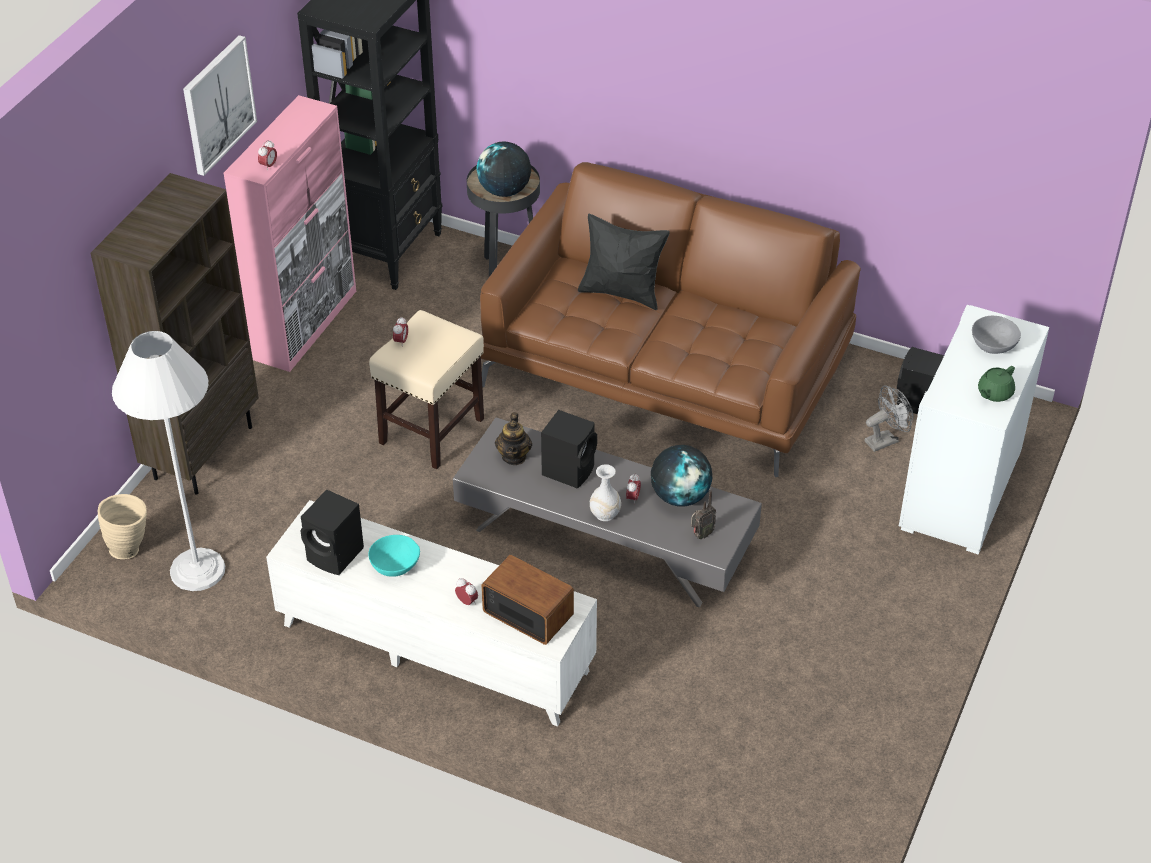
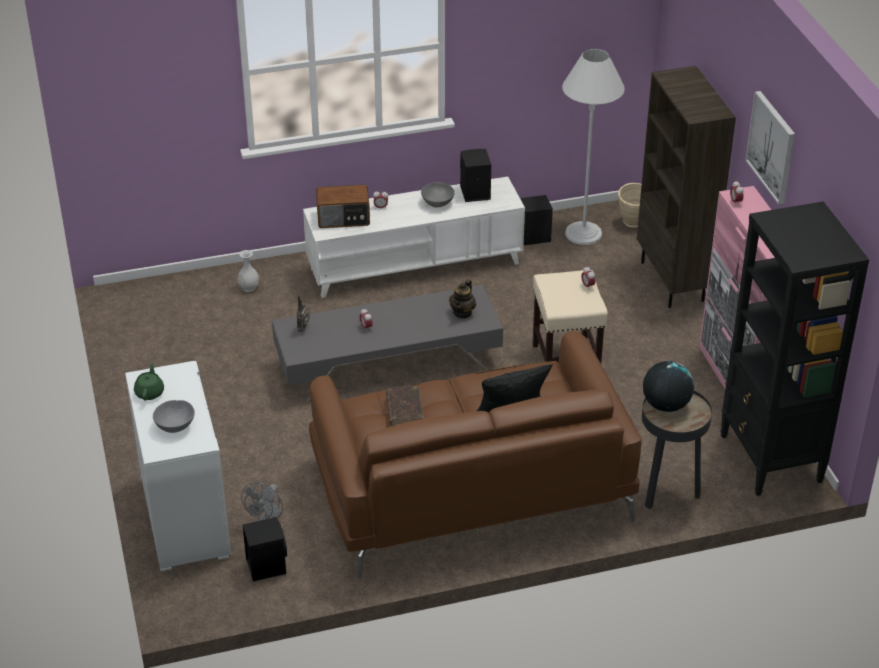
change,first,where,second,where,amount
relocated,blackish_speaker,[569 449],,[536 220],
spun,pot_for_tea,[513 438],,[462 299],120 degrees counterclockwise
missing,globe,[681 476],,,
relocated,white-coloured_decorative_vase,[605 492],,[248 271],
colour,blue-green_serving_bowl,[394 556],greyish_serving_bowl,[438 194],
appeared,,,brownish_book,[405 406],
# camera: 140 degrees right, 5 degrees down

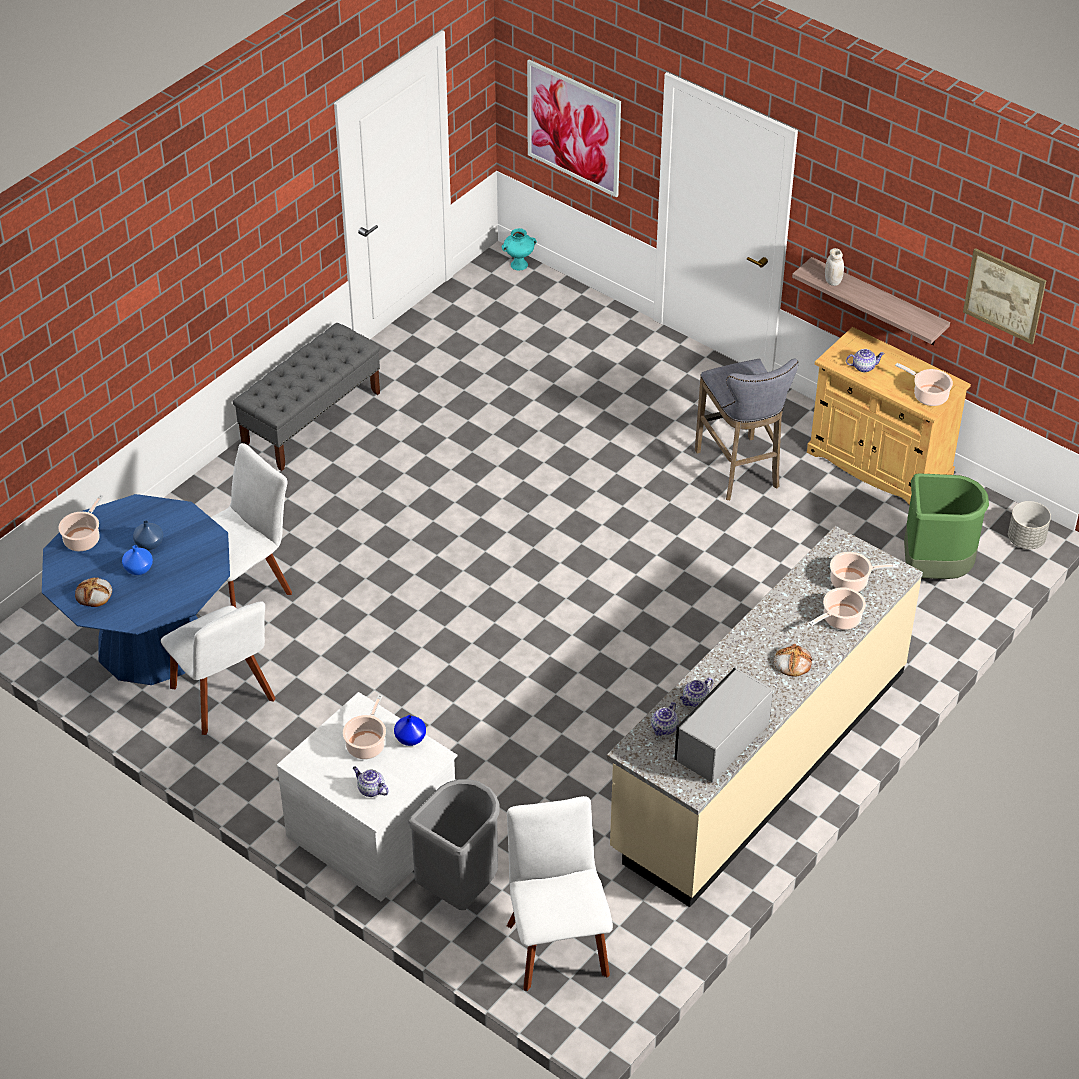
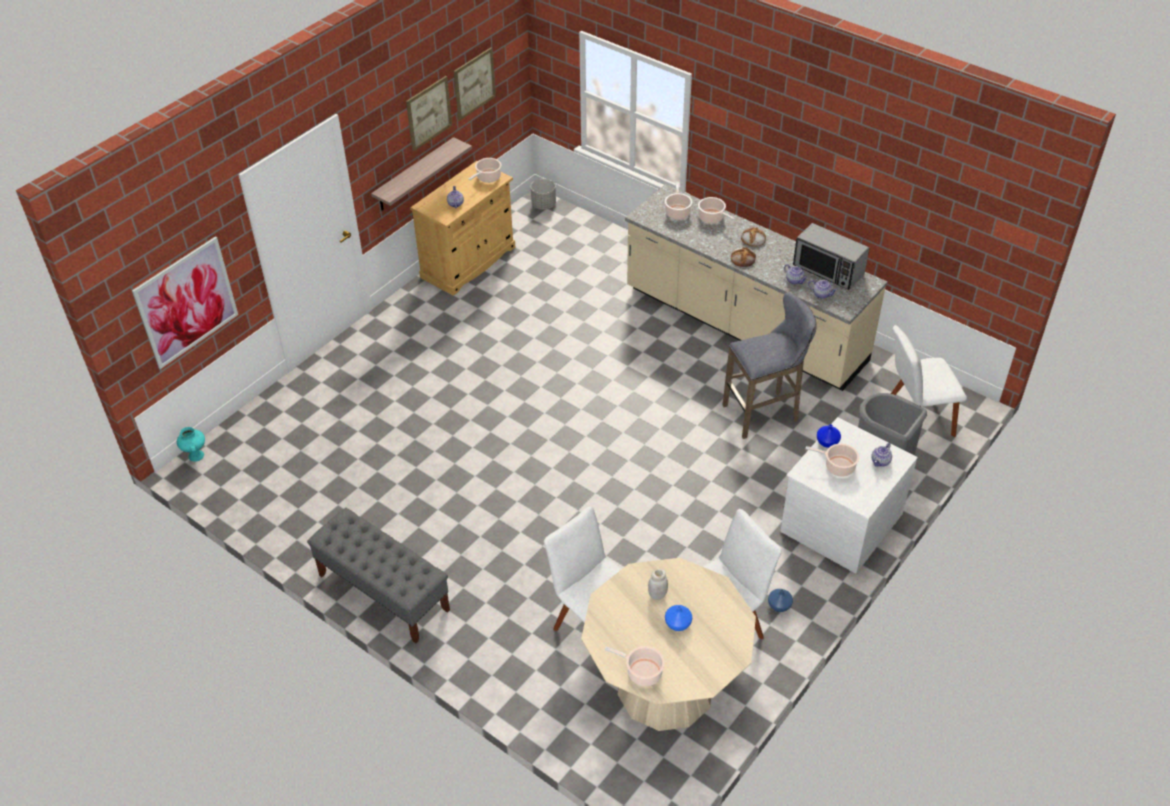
change,first,where,second,where,amount
relocated,white-coloured_jar,[834 267],,[658 584],
relocated,greyish_stool,[746 429],,[769 365],
missing,green-coloured_trash_can,[946 526],,,
colour,bluish_kitchen_table,[136 589],beige-coloured_kitchen_table,[668 644],
relocated,bluish_decorative_vase,[148 535],,[780 600],
relocated,baked_bread,[93 592],,[743 257],
appeared,,,wall_art,[429 113],
# camera: 90 degrees left, 0 degrees up

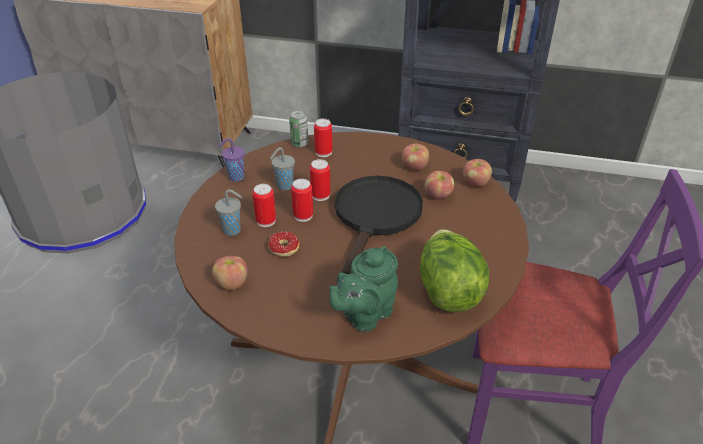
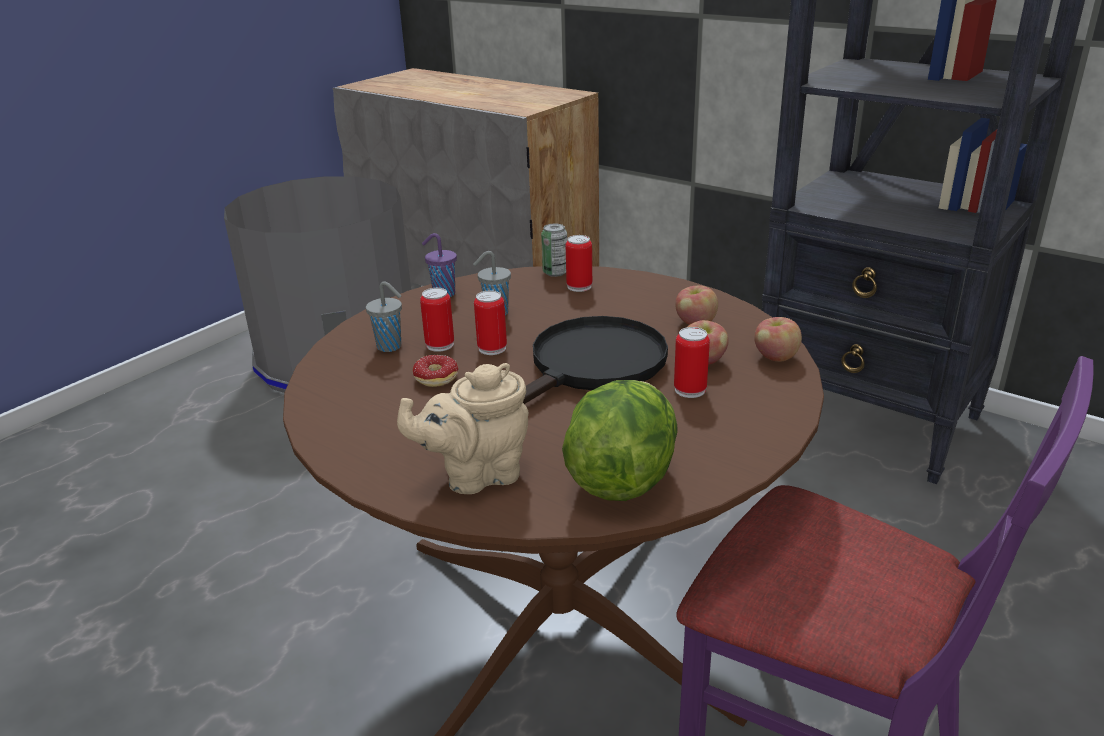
change,first,where,second,where,amount
relocated,metal_can,[320 180],,[692 362],
colour,green-coloured_pot_for_tea,[363 289],beige-coloured_pot_for_tea,[463 428],
missing,whole_apple,[230 273],,,
# camera: 25 degrees right, 10 degrees down

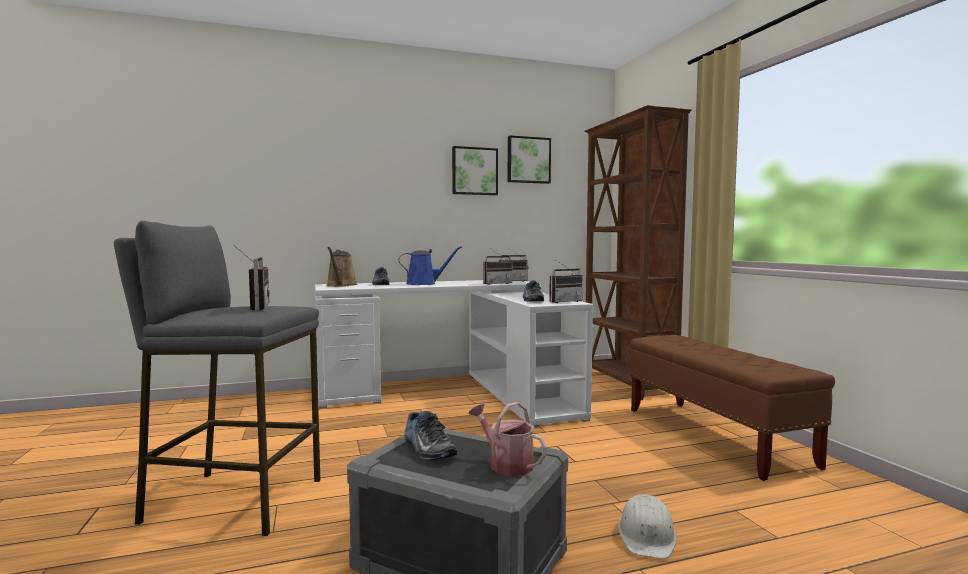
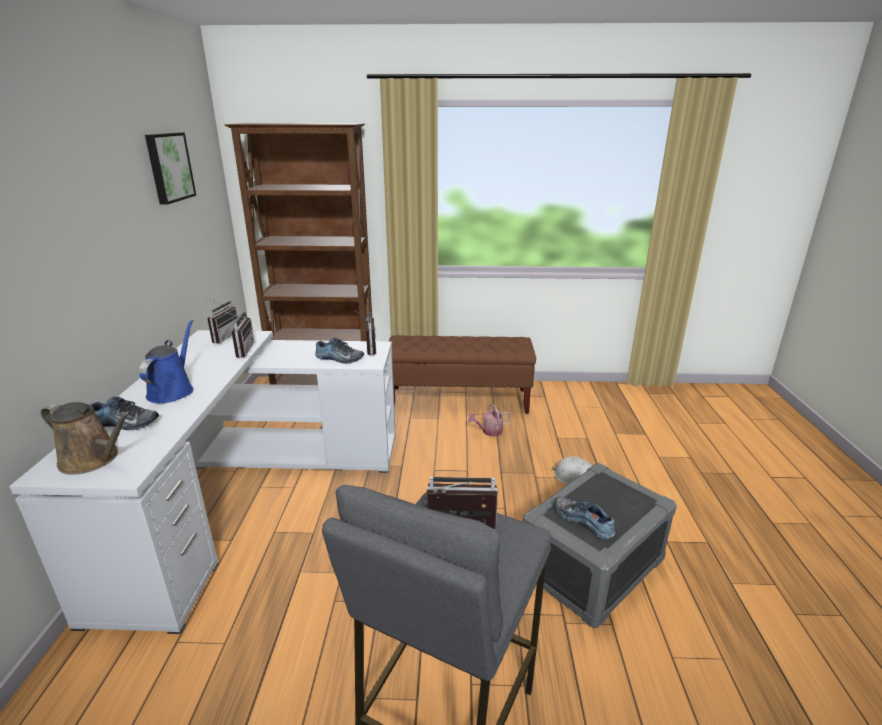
change,first,where,second,where,amount
missing,wall_art,[475 170],,,
relocated,watering_pot,[508 439],,[489 420],
spun,low_shoe,[430 436],,[584 518],120 degrees counterclockwise
# camera: 70 degrees left, 20 degrees up

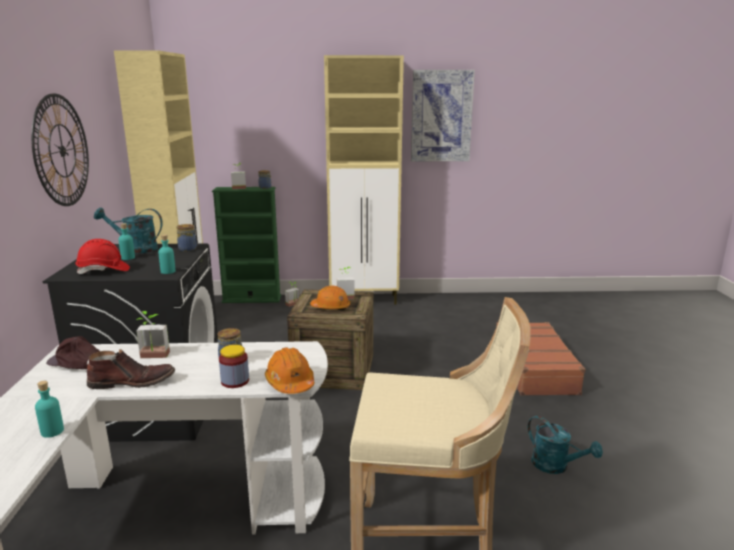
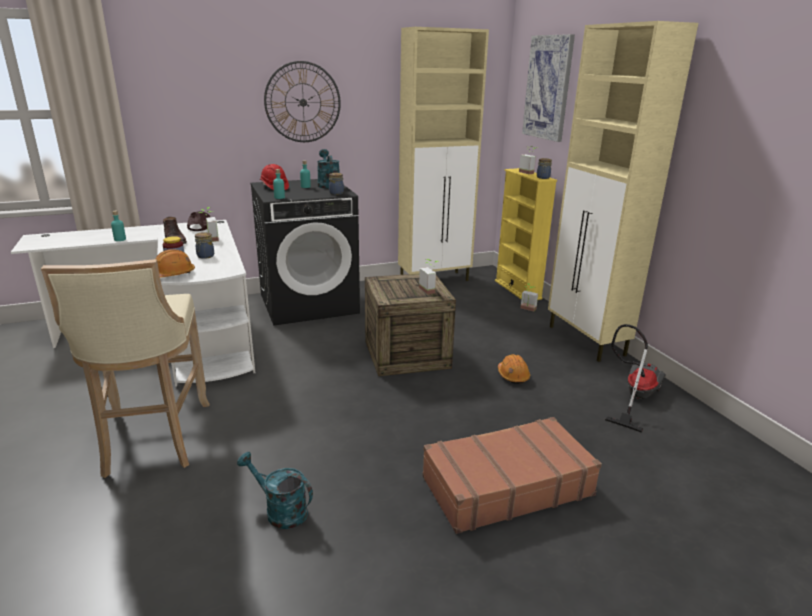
change,first,where,second,where,amount
relocated,wall_art,[443 115],,[548 88],
colour,green-coloured_bookcase,[246 245],yellow-coloured_bookcase,[526 234],
relocated,orangey_hard_hat,[330 298],,[514 369],
spun,blue-green_watering_pot,[565 444],,[275 490],90 degrees clockwise
appeared,,,vacuum,[635 378],
# camera: 70 degrees right, 5 degrees up

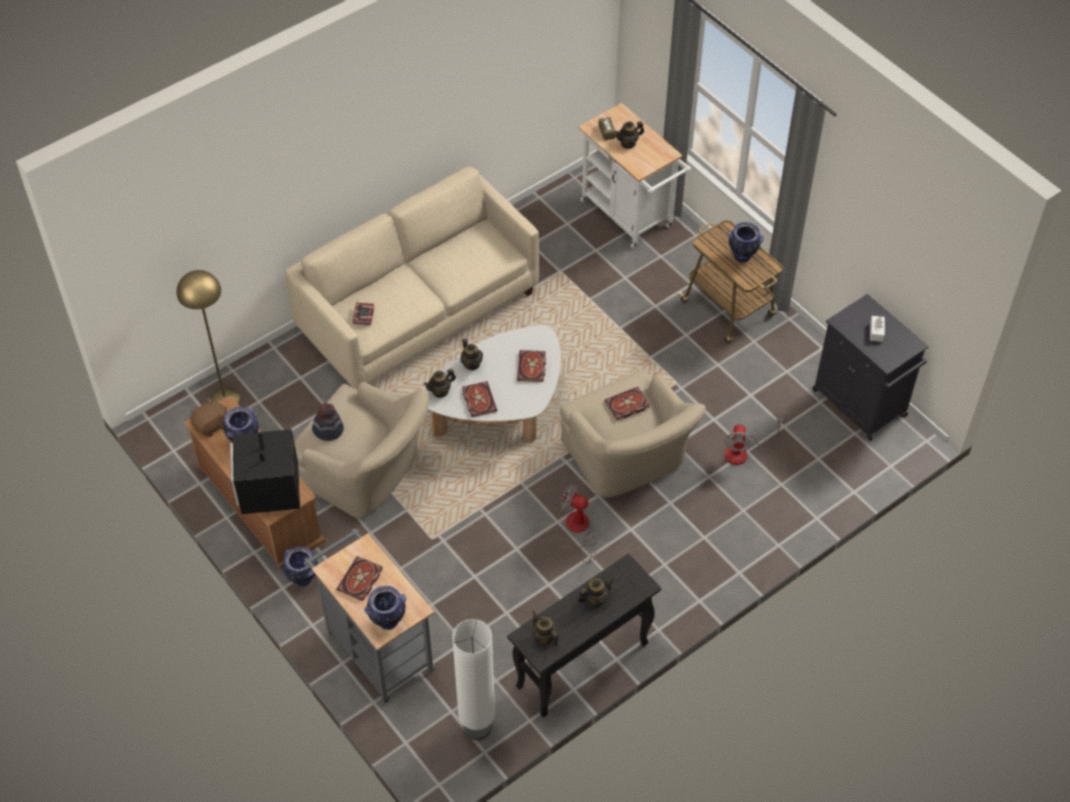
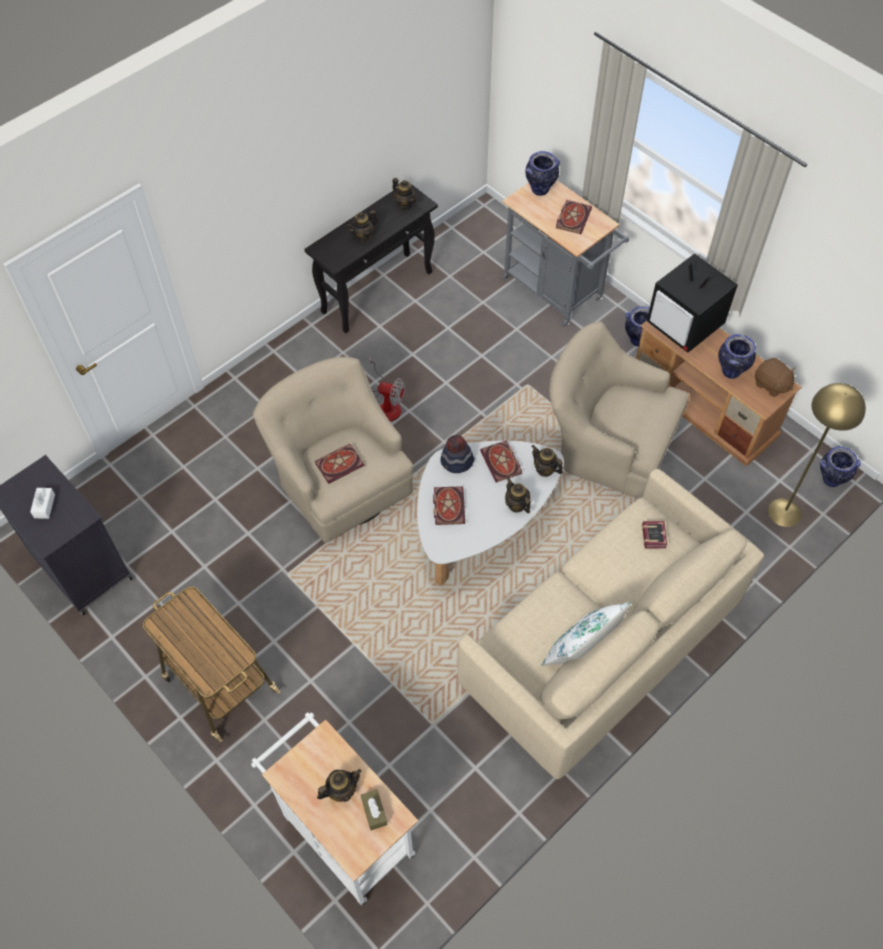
change,first,where,second,where,amount
relocated,decorative_vase,[746 242],,[840 466],
spun,pot_for_tea,[440 383],,[547 461],105 degrees counterclockwise
spun,brownish_soft_toy,[208 417],,[775 377],90 degrees counterclockwise
relocated,clothing_hat,[328 422],,[457 454],
missing,fan,[753 441],,,
spun,television,[265 471],,[692 303],150 degrees clockwise
missing,white-coloured_standard_lamp,[473 679],,,
appeared,,,white-coloured_pillow,[586 634],
# camera: 175 degrees right, 5 degrees up

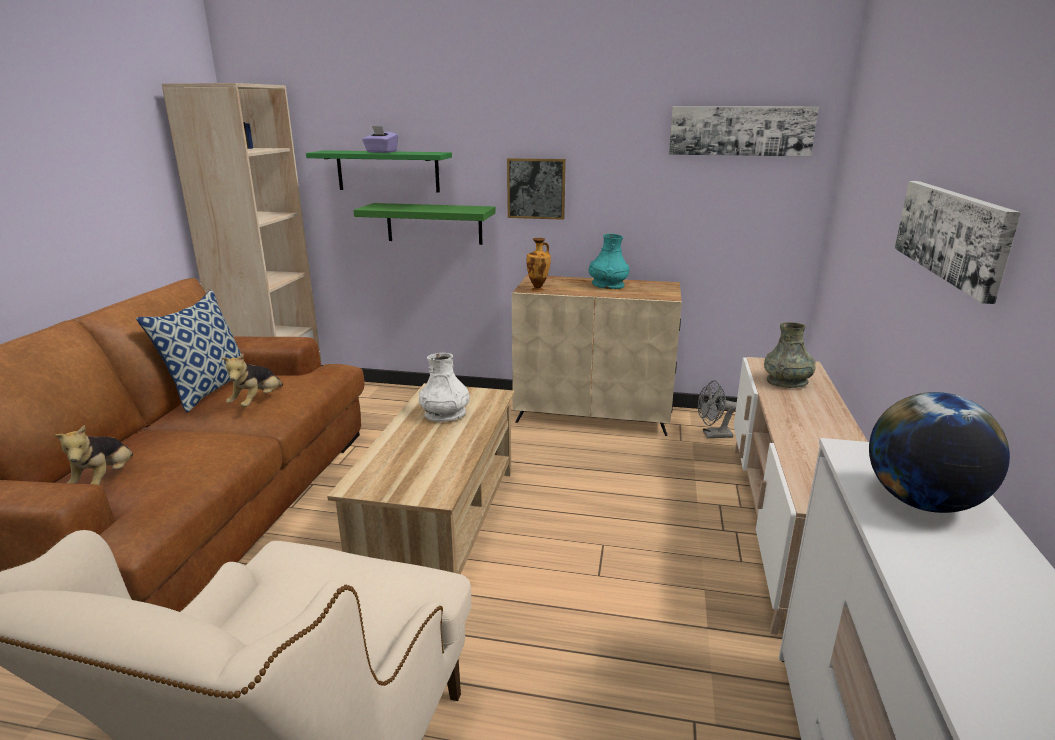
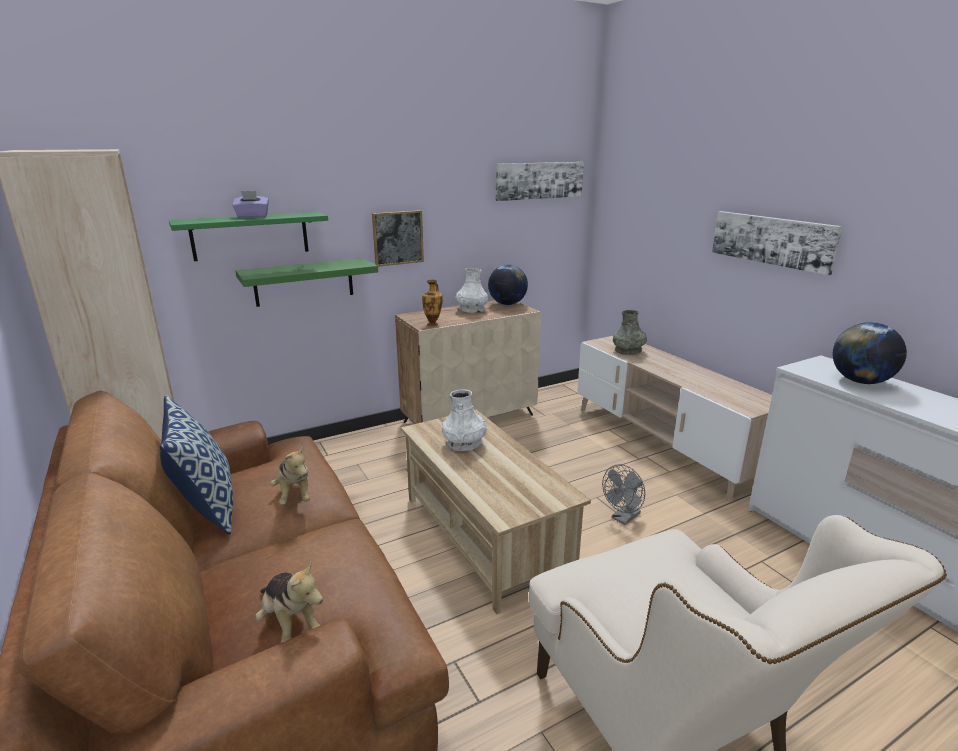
change,first,where,second,where,amount
colour,blue-green_decorative_vase,[609 261],white-coloured_decorative_vase,[472 290],
relocated,greyish_fan,[717 409],,[623 494],
appeared,,,globe,[508 284],
# camera: 40 degrees left, 0 degrees up

